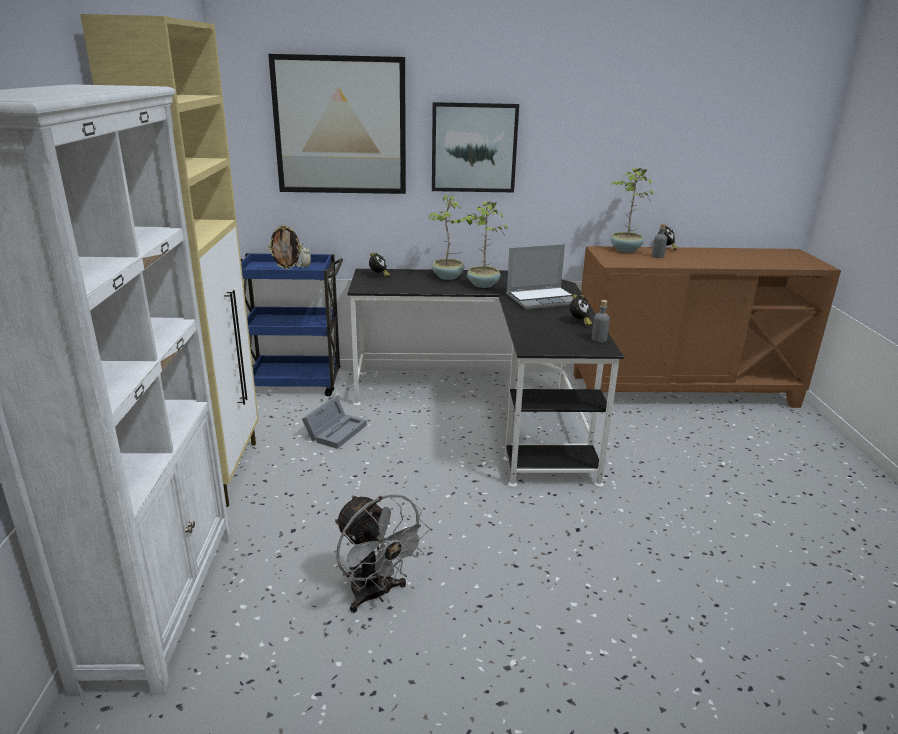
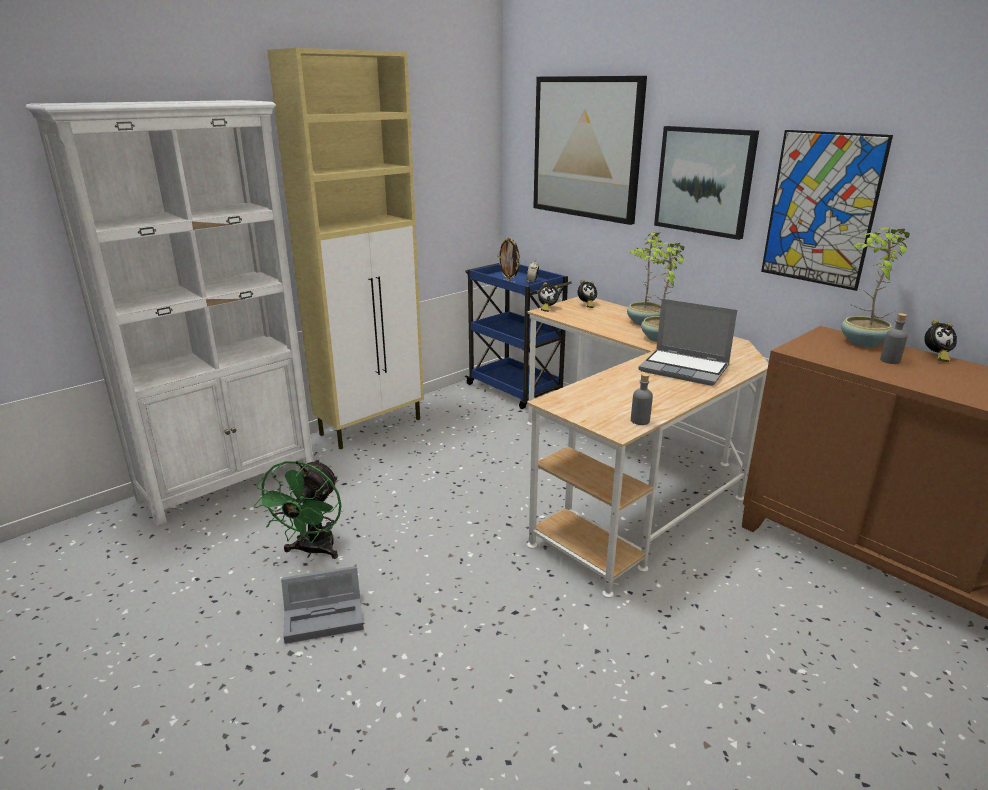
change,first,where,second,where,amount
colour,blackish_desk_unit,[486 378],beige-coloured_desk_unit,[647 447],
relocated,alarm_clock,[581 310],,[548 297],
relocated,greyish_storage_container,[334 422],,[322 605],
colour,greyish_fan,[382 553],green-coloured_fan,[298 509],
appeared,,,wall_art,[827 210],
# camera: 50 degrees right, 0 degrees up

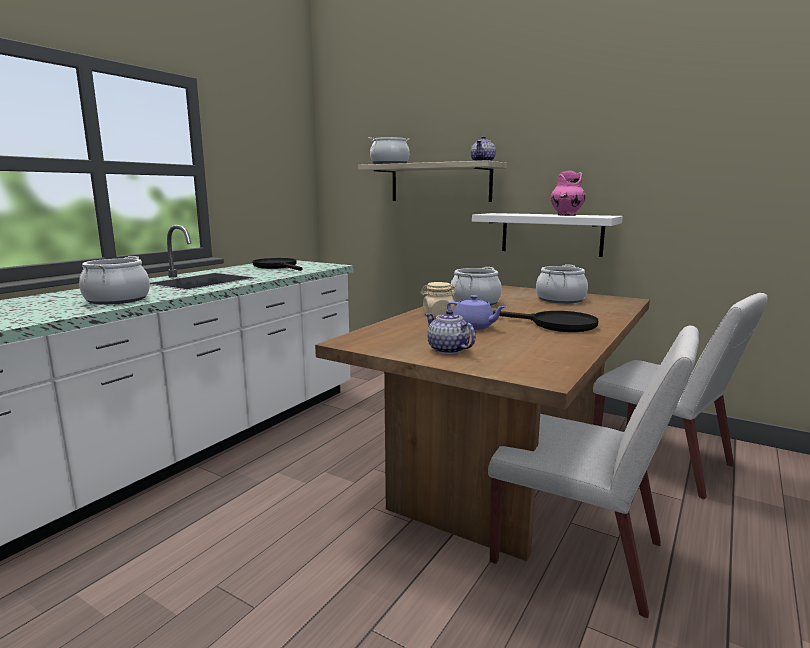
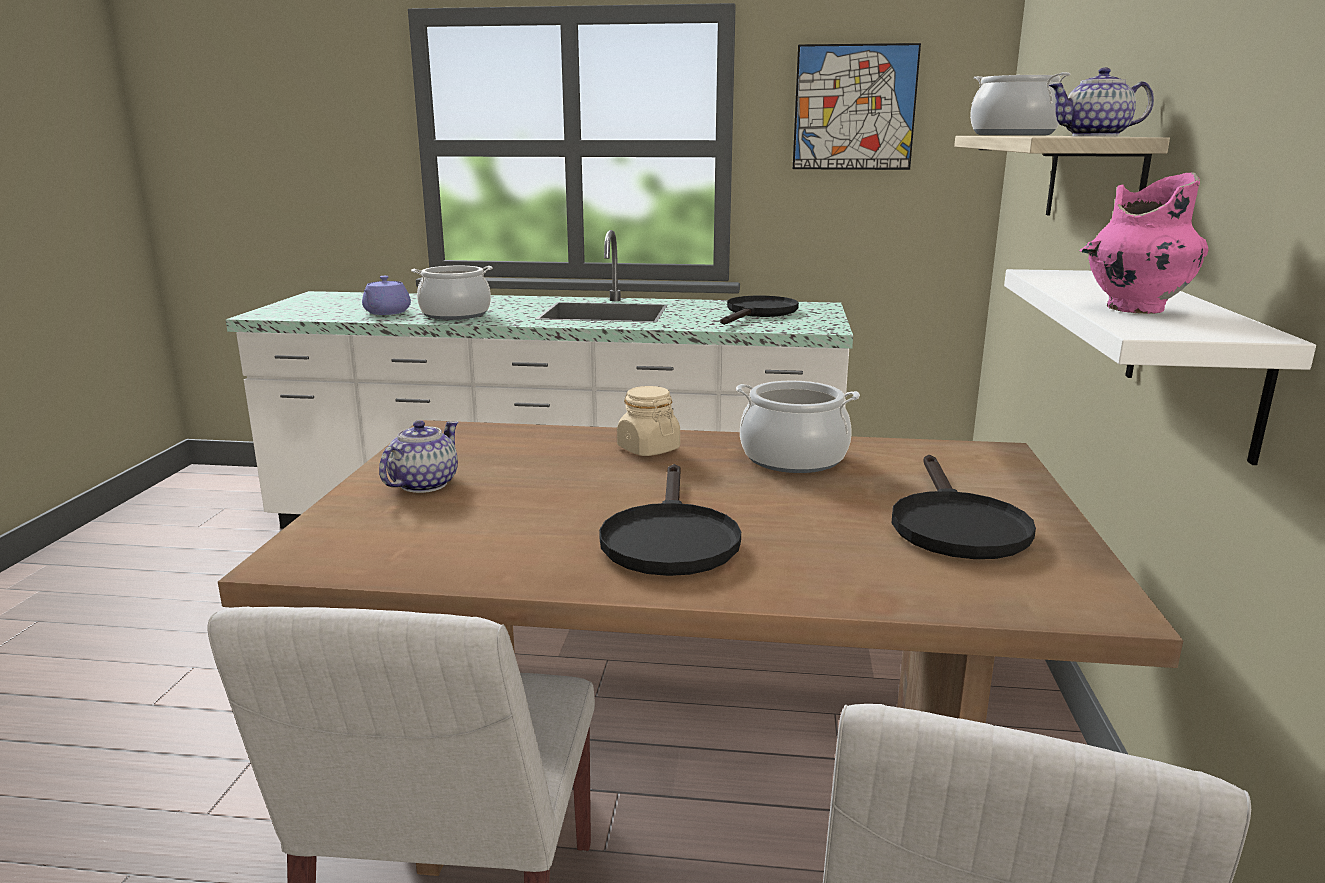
change,first,where,second,where,amount
exchanged,cooking_pot,[562 284],blackish_frying_pan,[964 507],
relocated,purplish_pot_for_tea,[476 312],,[386 295],
appeared,,,wall_art,[857 106],
# camera: 65 degrees right, 5 degrees up

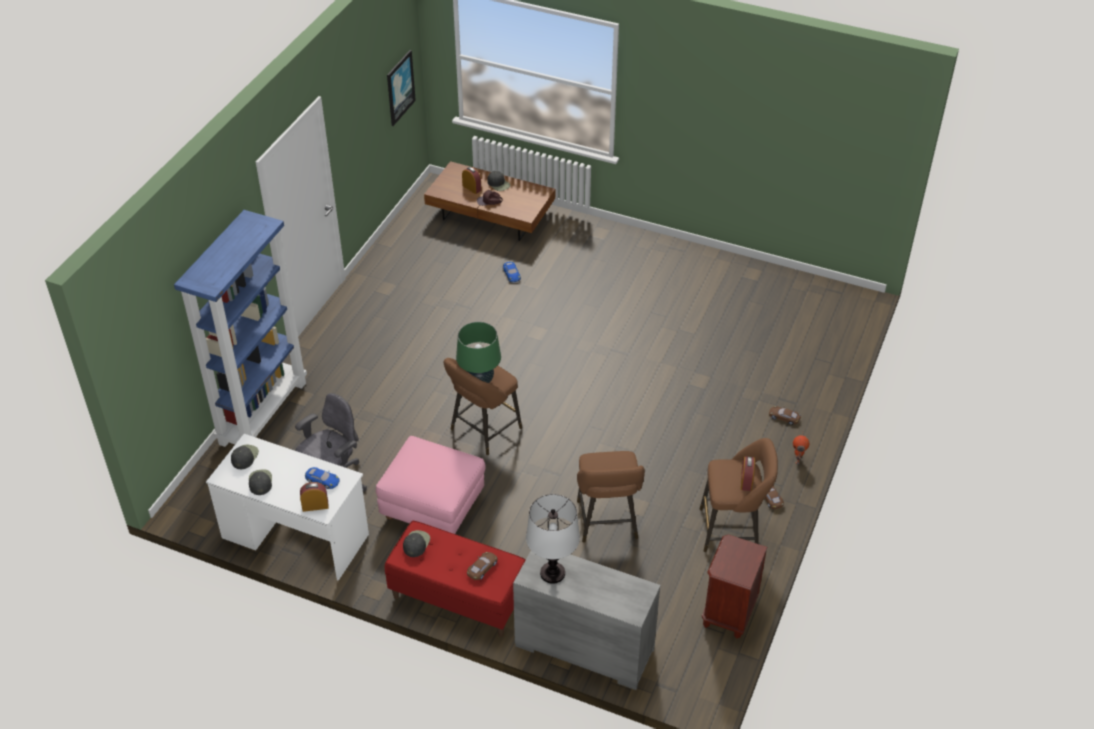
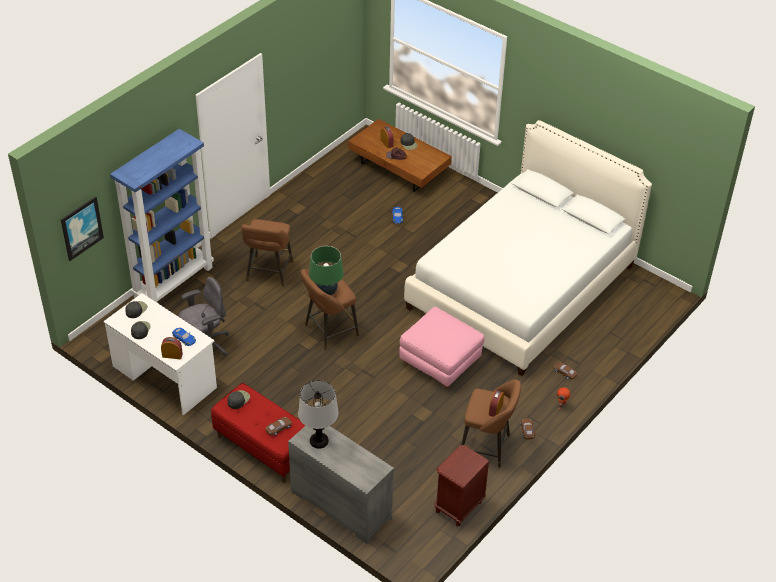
change,first,where,second,where,amount
relocated,wall_art,[401 88],,[82 228],
relocated,pink-coloured_pouffe,[431 485],,[442 347],
relocated,brownish_stool,[611 497],,[267 253],
appeared,,,white-coloured_bed,[528 248],
# camera: 15 degrees right, 0 degrees up

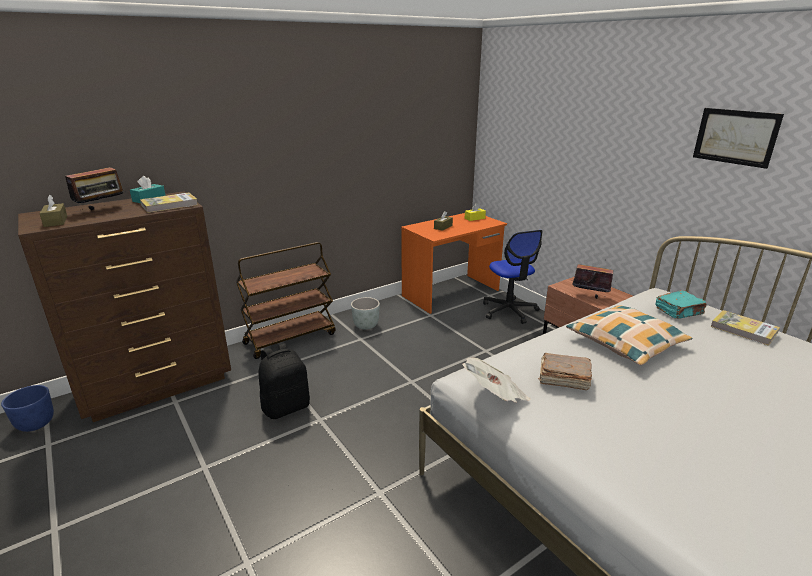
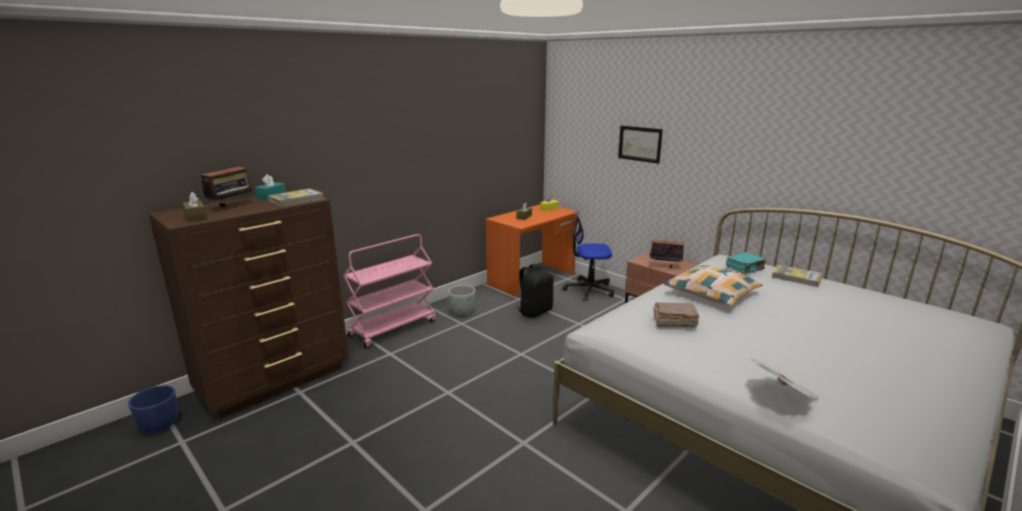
change,first,where,second,where,amount
relocated,wall_art,[738 138],,[640 145],
spun,desk_chair,[513 277],,[588 254],120 degrees clockwise
colour,brownish_wheeled_cart,[286 300],pink-coloured_wheeled_cart,[389 291],
relocated,blackish_knapsack,[284 381],,[535 291],
relocated,daily_paper,[496 379],,[786 379],
# camera: 10 degrees left, 5 degrees down

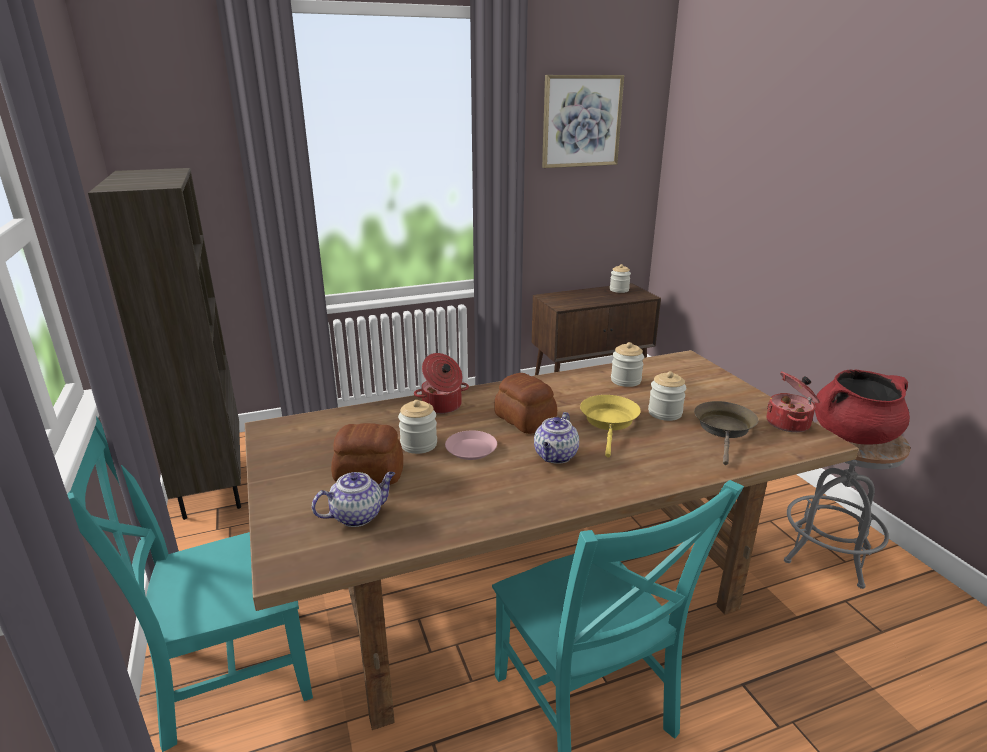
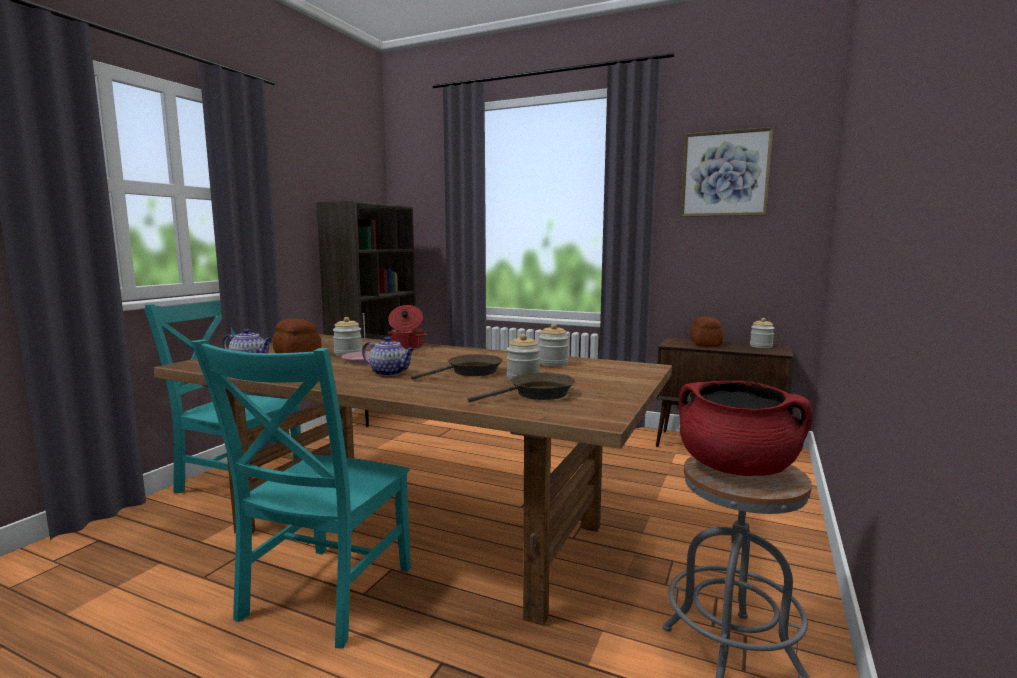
change,first,where,second,where,amount
missing,cooking_pot,[793 402],,,
relocated,baked_bread,[526 403],,[706 331],
colour,yellow-coloured_frying_pan,[610 426],brownish_frying_pan,[457 367],
spun,pot_for_tea,[556 438],,[388 356],135 degrees counterclockwise
# camera: 45 degrees right, 15 degrees down

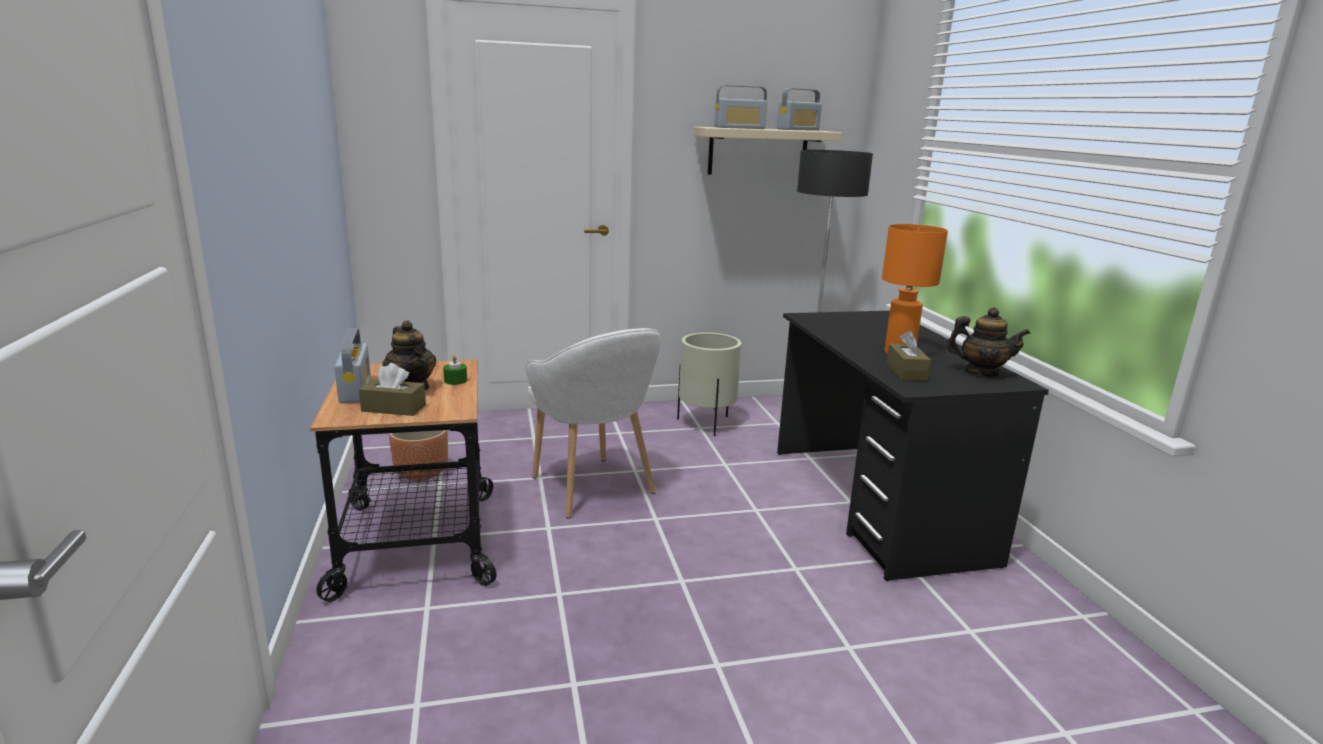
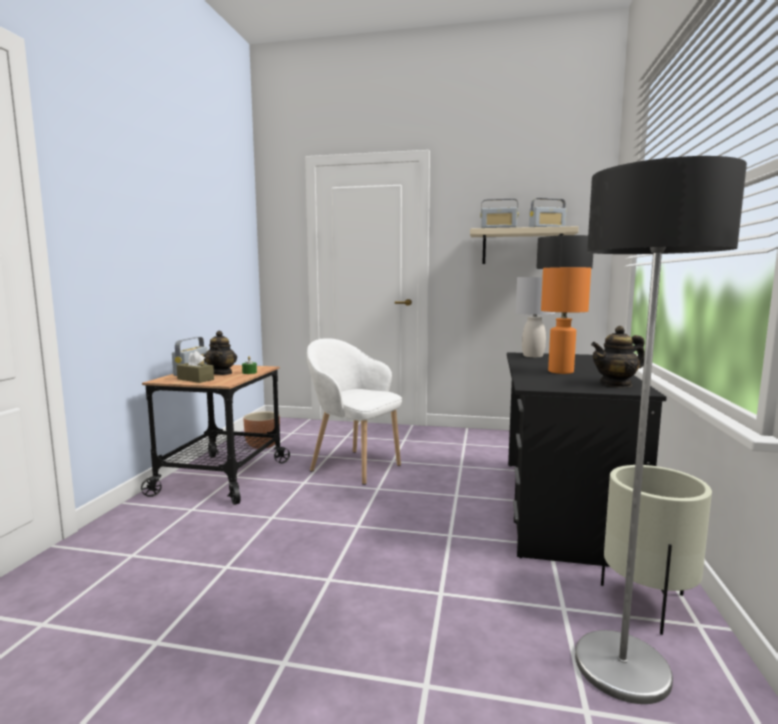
change,first,where,second,where,amount
spun,pot_for_tea,[988 342],,[618 356],120 degrees clockwise
spun,white-coloured_lounge_chair,[593 423],,[354 411],135 degrees clockwise
missing,brownish_tissue_holder,[909 355],,,
relocated,beige-coloured_plant_pot,[709 384],,[656 550],
appeared,,,standard_lamp,[661 430],
appeared,,,greyish_tabletop_lamp,[535 317],
# camera: 25 degrees right, 10 degrees down

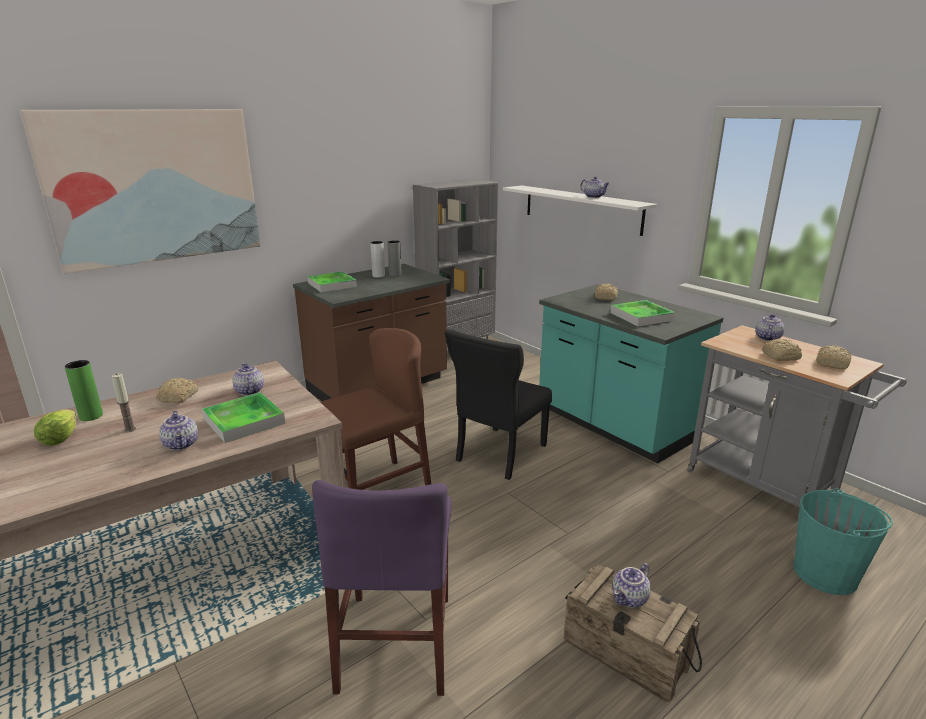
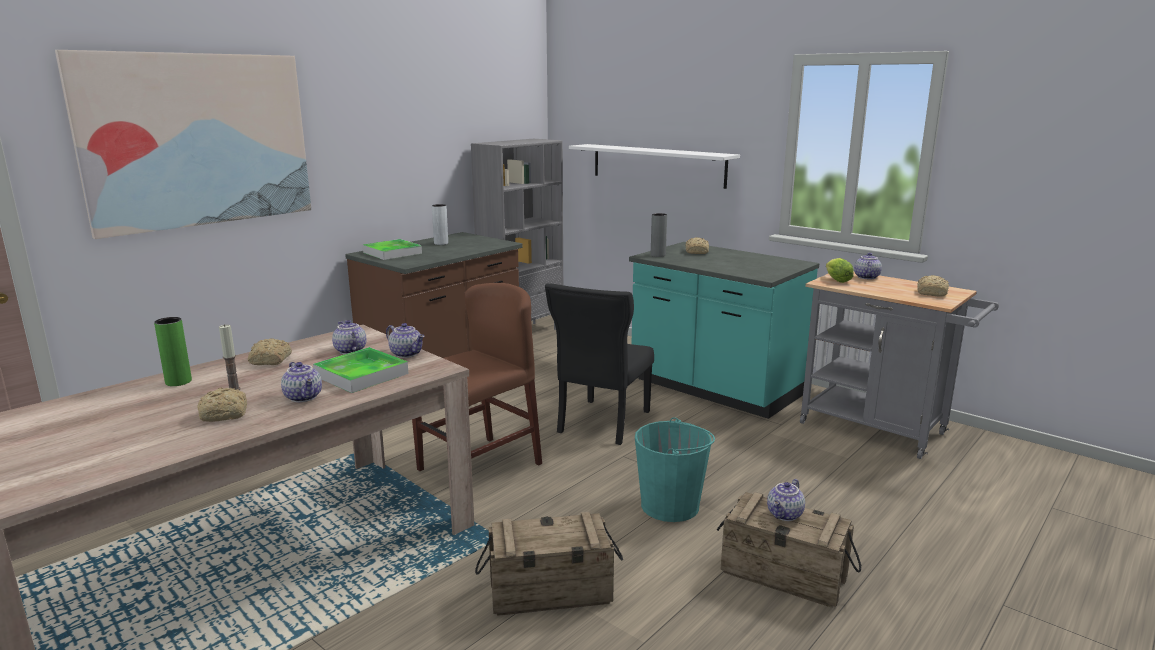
change,first,where,second,where,amount
relocated,pot_for_tea,[595 187],,[405 340],
relocated,greyish_decorative_vase,[394 258],,[659 235],
missing,serving_tray,[642 313],,,
relocated,baked_bread,[782 349],,[222 405],
relocated,lettuce_head,[55 427],,[840 270],
exchanged,purplish_upright_chair,[382 588],shipping_crate,[549 564],
relocated,blue-green_pail,[843 541],,[675 469],
# camera: 10 degrees left, 5 degrees down

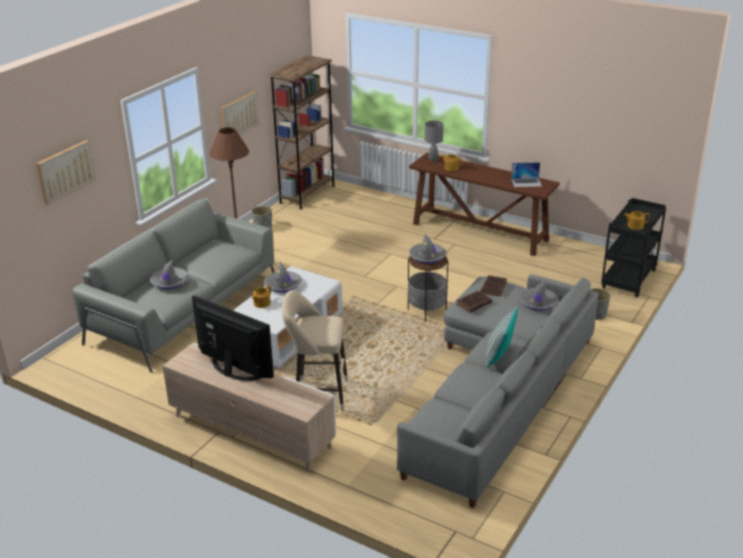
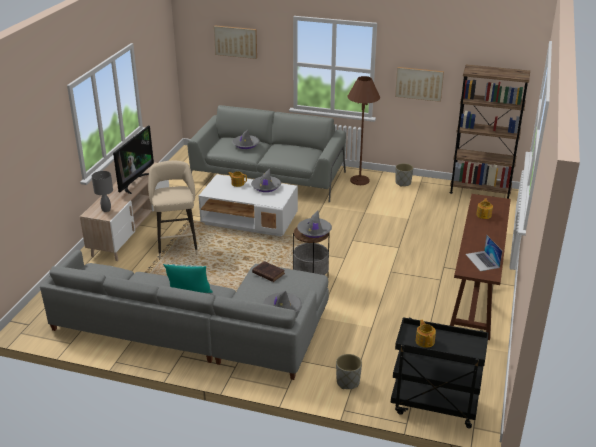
change,first,where,second,where,amount
relocated,greyish_tabletop_lamp,[434 141],,[102 191],
missing,brownish_book,[494 286],,,
# camera: 75 degrees right, 0 degrees up

